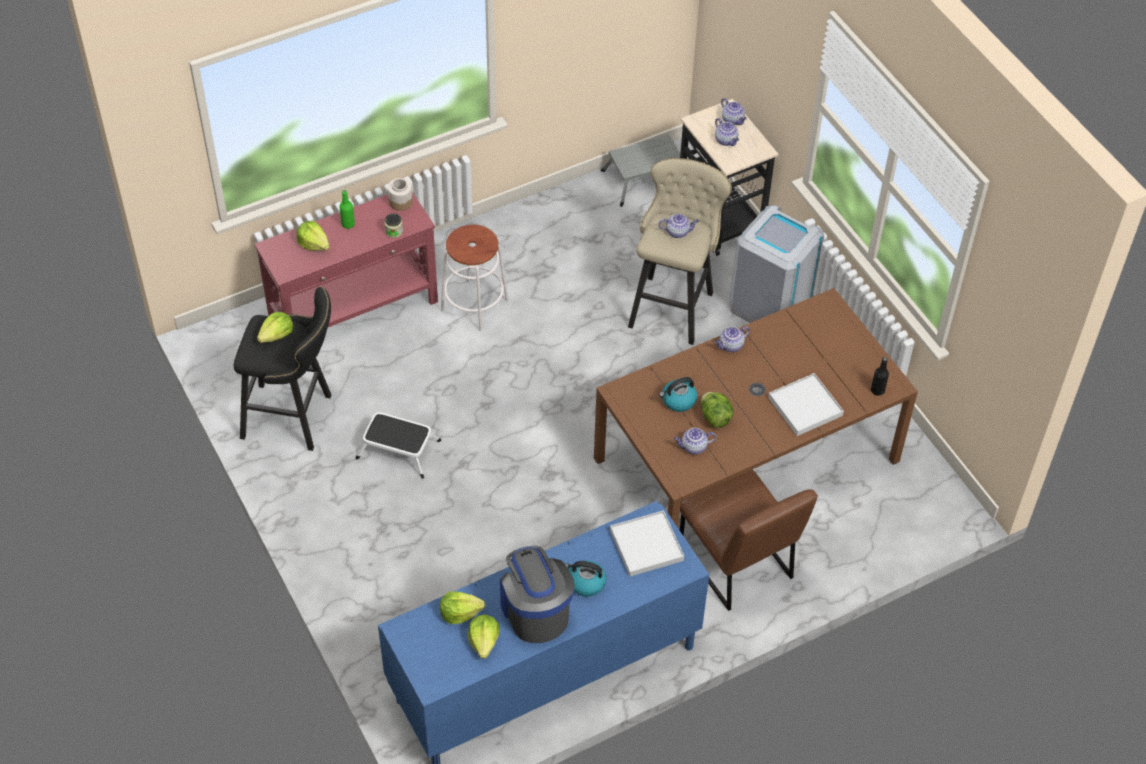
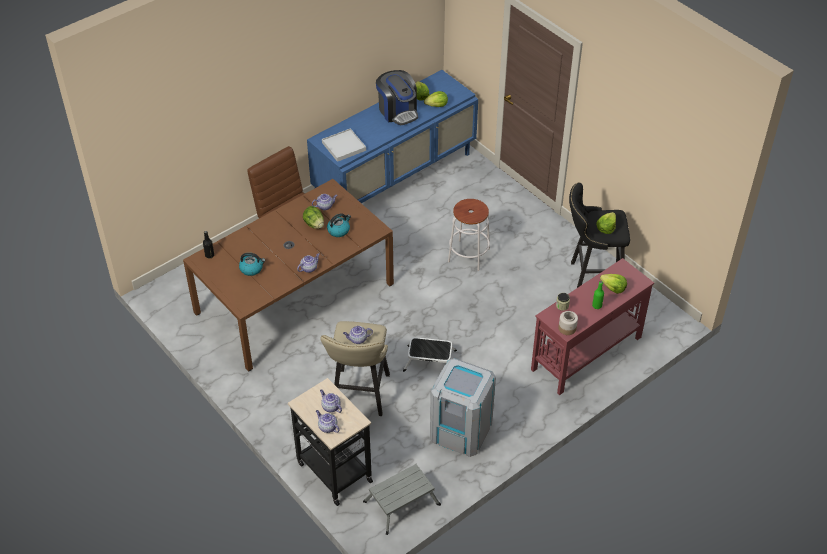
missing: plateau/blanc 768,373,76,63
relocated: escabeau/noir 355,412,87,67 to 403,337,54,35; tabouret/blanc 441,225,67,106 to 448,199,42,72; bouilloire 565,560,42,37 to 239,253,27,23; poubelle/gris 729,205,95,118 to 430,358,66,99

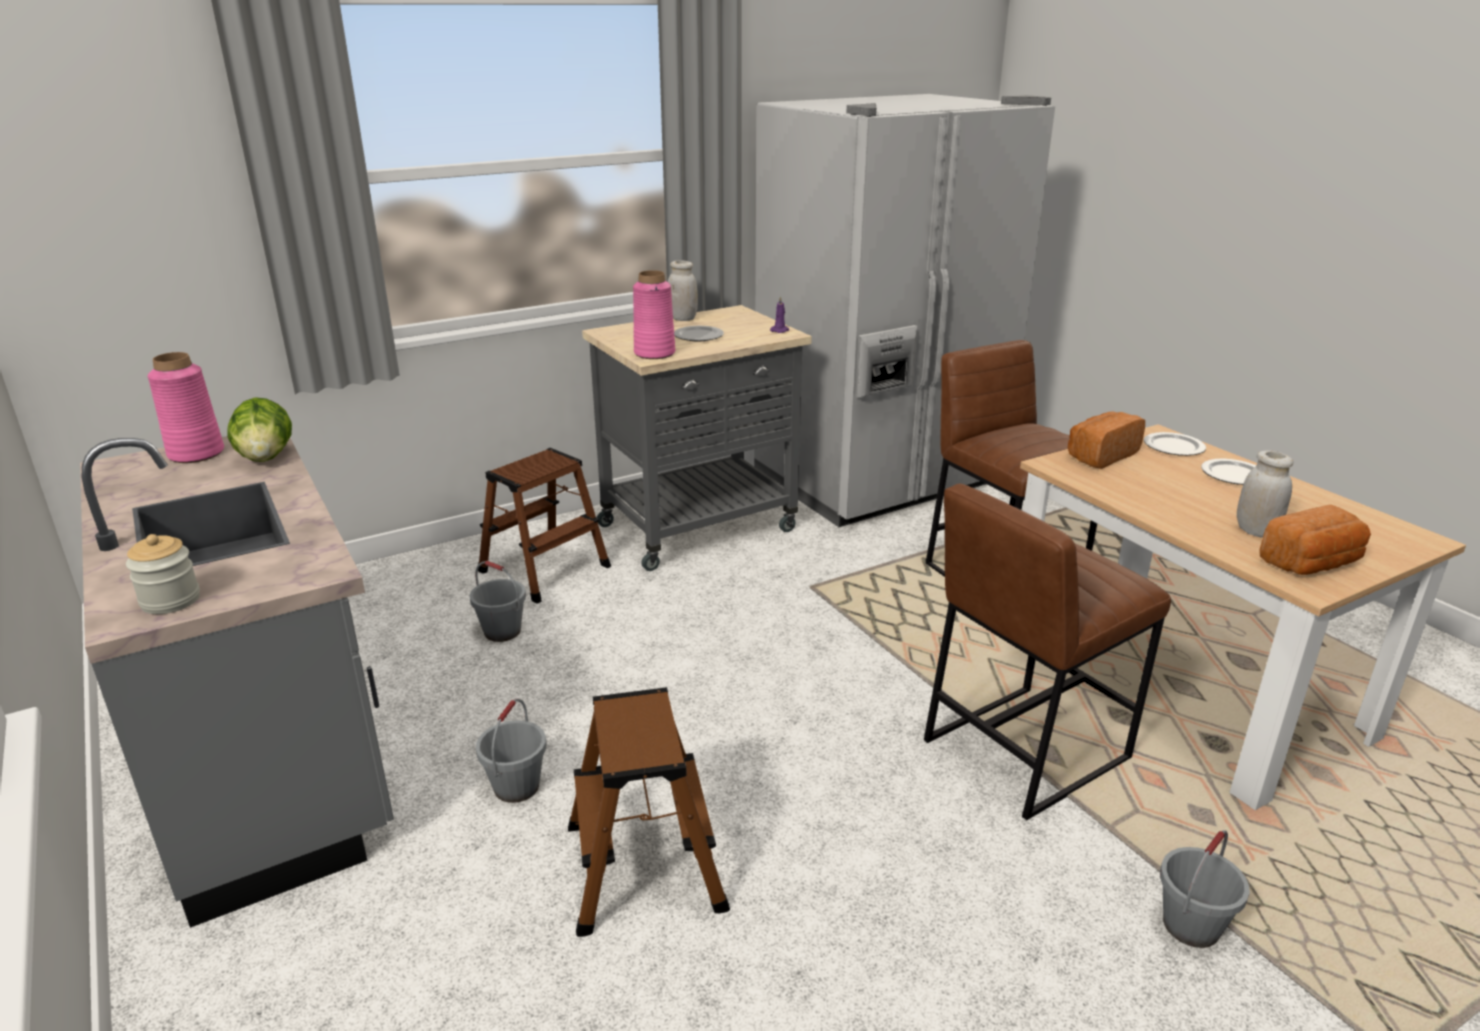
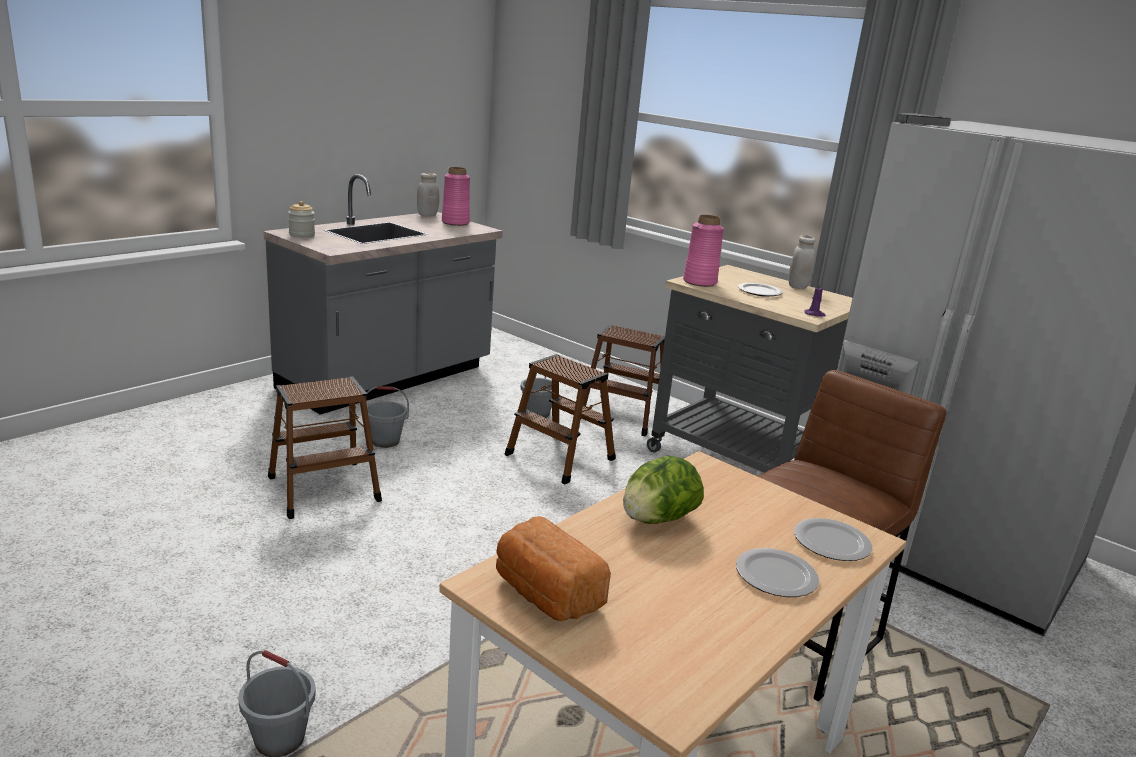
missing: chaise/marron 924,484,247,336; pain 1068,411,77,58
appeared: escabeau/marron 504,354,112,130
relocated: laitue 227,397,65,65 to 623,456,81,68; bocal/blanc 1237,450,56,88 to 417,173,22,44

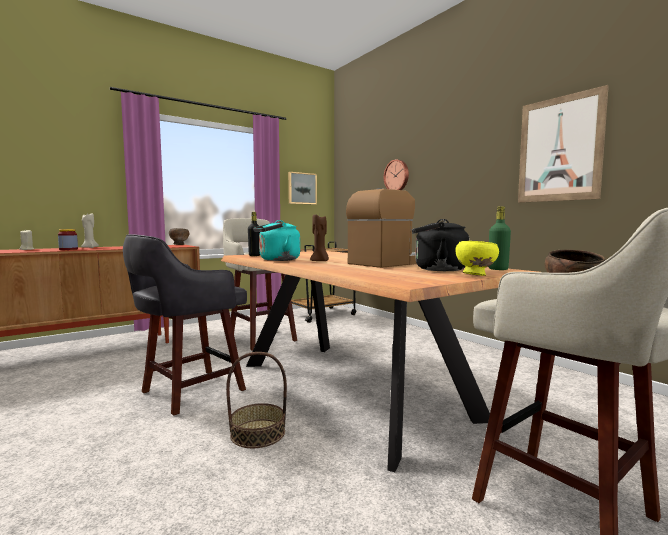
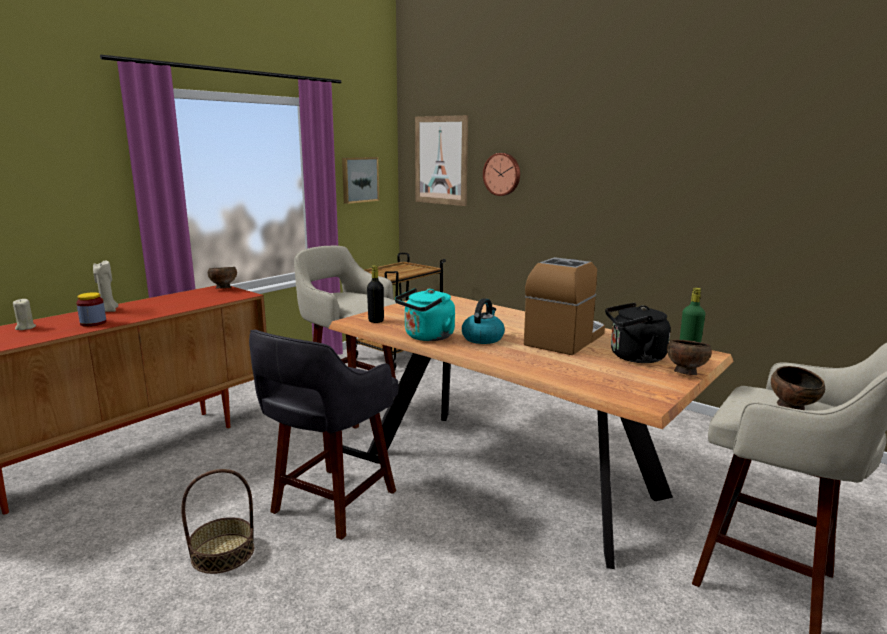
relocated: panier 226,352,61,96 to 181,469,73,105; tableau 518,85,91,118 to 415,115,53,91
exchanged: bougie/marron 310,215,19,46 to bouilloire 462,298,43,46
colour: bol/jaune 455,241,44,35 to bol/marron 667,339,45,36

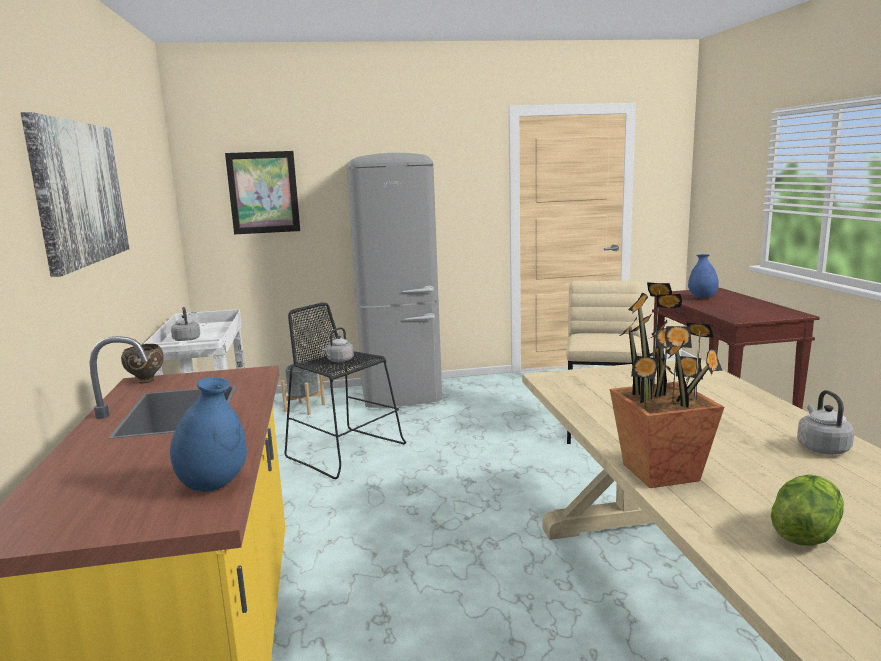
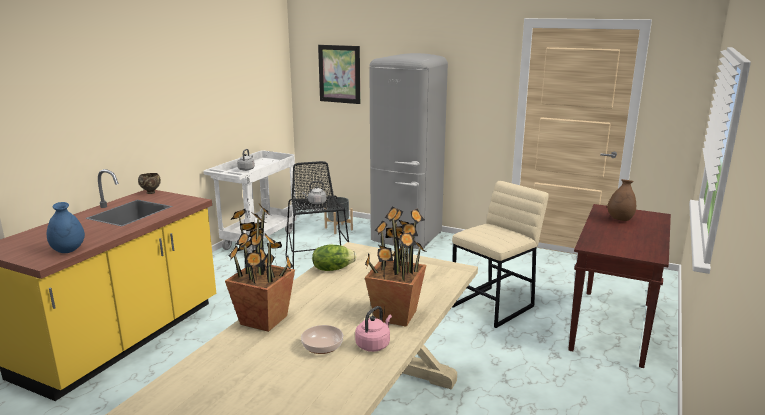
missing: tableau 20,112,109,165
appeared: bol 301,325,42,29; plante en pot 365,206,61,121
relocated: laitue 771,474,73,72 to 312,244,44,27
colour: vase/bleu 688,254,31,44 to vase/marron 607,179,29,42; bouilloire/gris 797,390,57,65 to bouilloire/rose 355,306,37,46

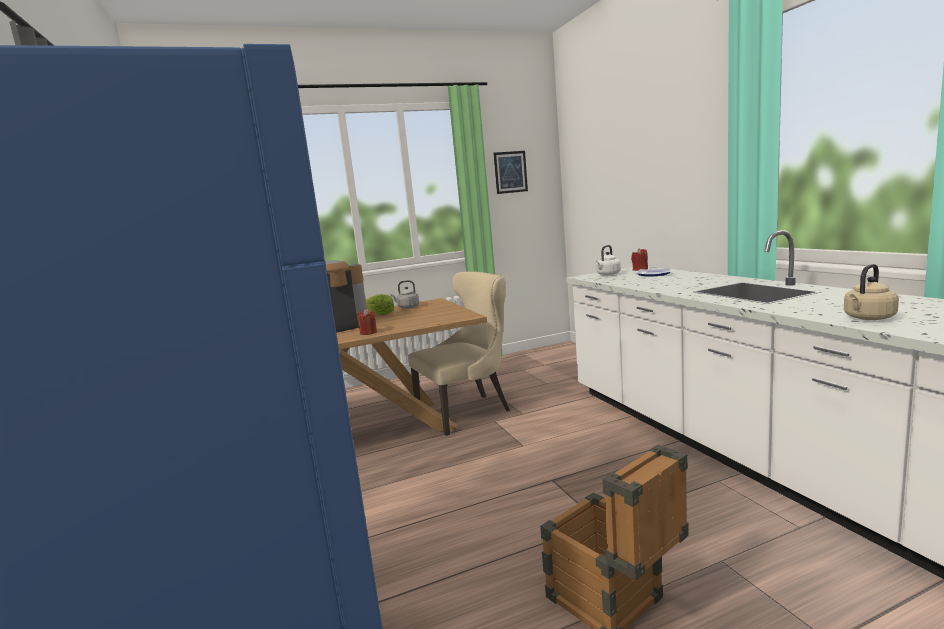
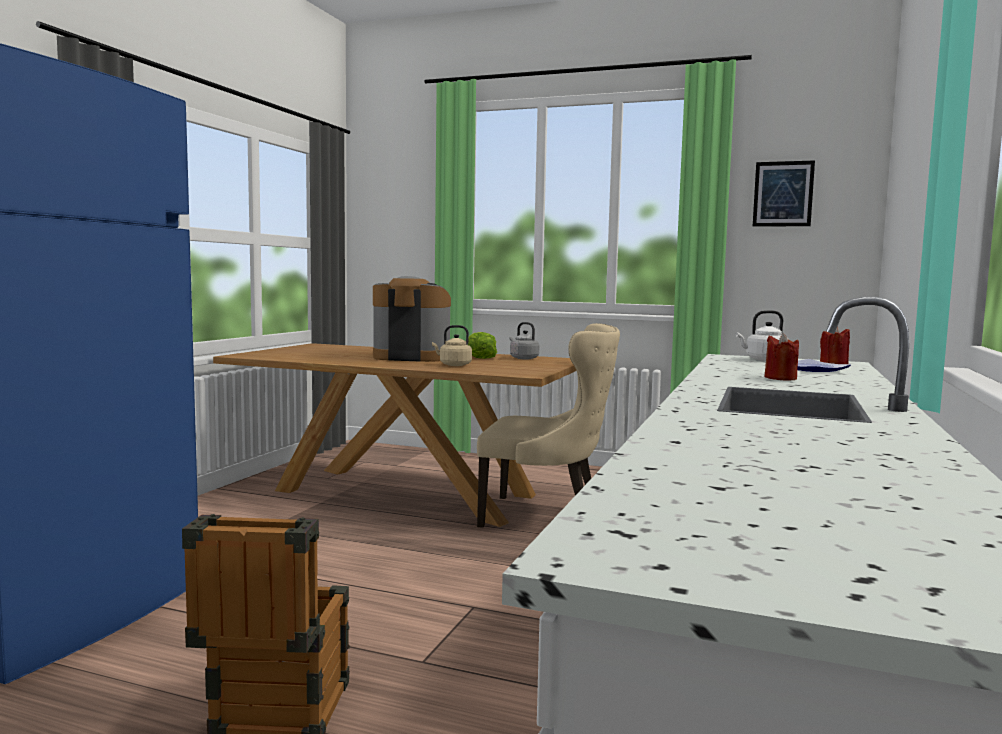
relocated: bougie/rouge 358,309,19,26 to 764,333,35,47; bouilloire/beige 844,264,55,56 to 432,325,40,41

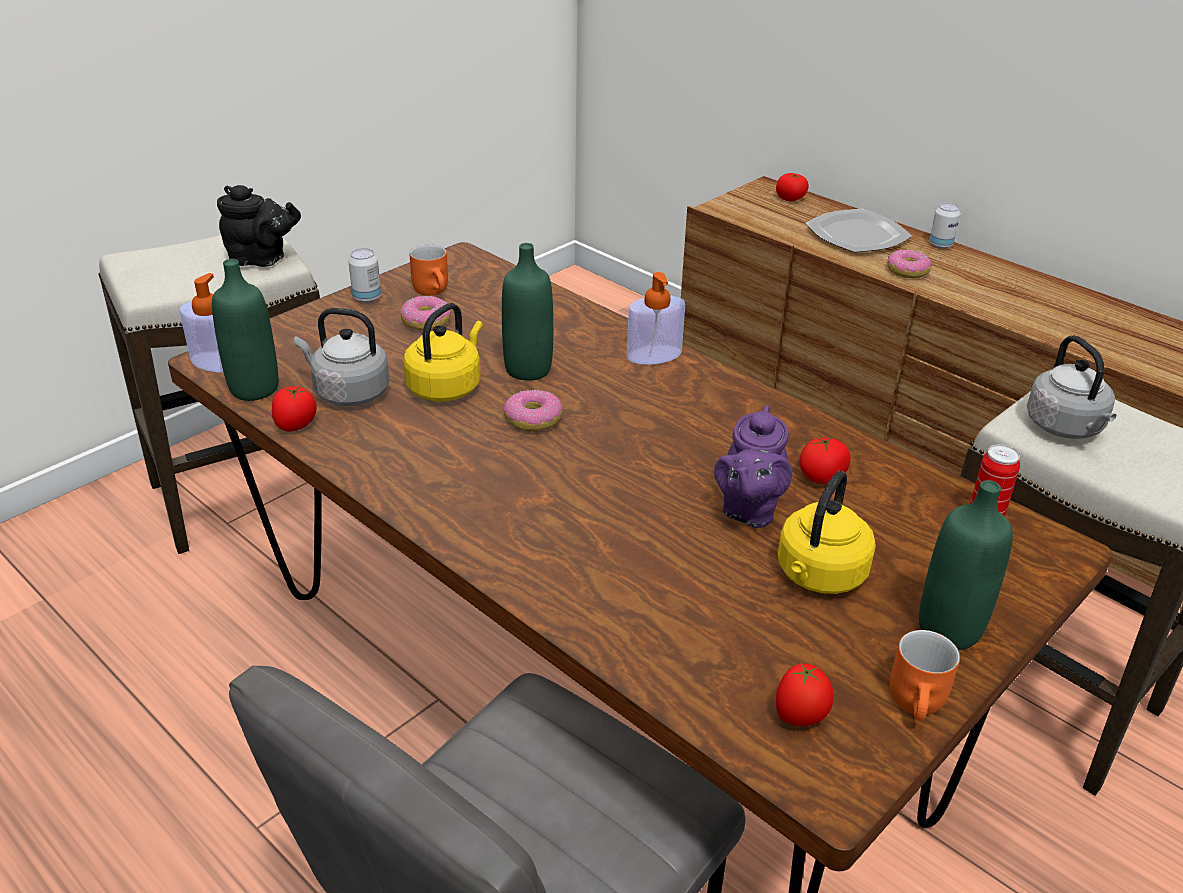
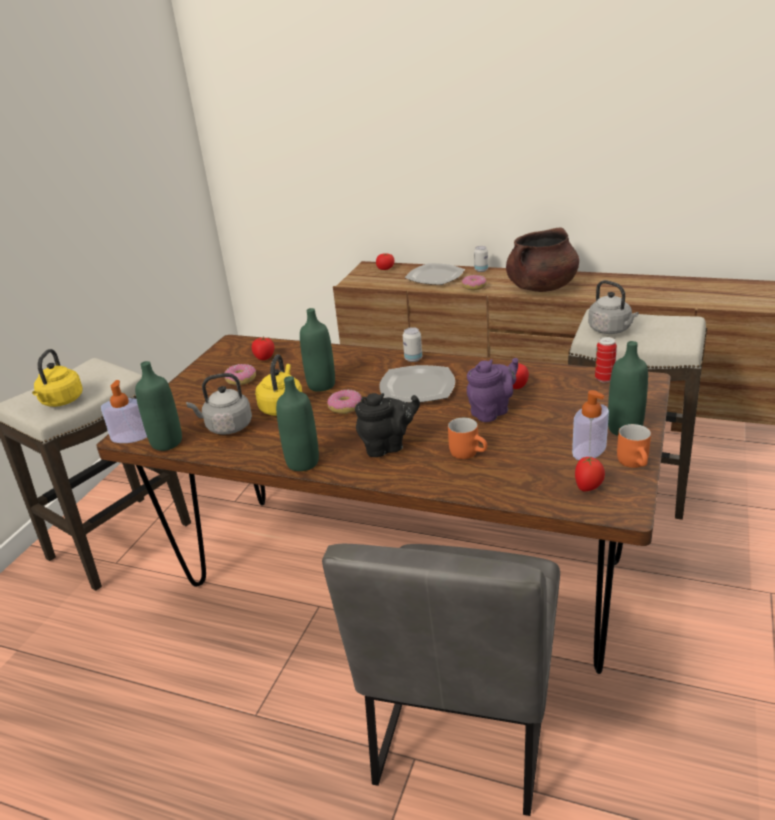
appeared: bouteille/vert 276,376,43,95; assiette 379,365,76,38; marmite/marron 506,228,73,64
relocated: théière/noir 217,185,84,82 to 355,393,65,64; tomate 272,386,45,46 to 252,337,22,23; boîte métallique 348,248,33,55 to 403,327,19,35; mug/orange 409,244,39,52 to 448,418,39,41; distributeur de savon 627,272,58,93 to 572,390,37,70; bouilloire/jaune 778,471,98,123 to 32,349,51,58
spun: théière/violet 714,405,78,123 = 467,358,51,64 120 degrees counterclockwise

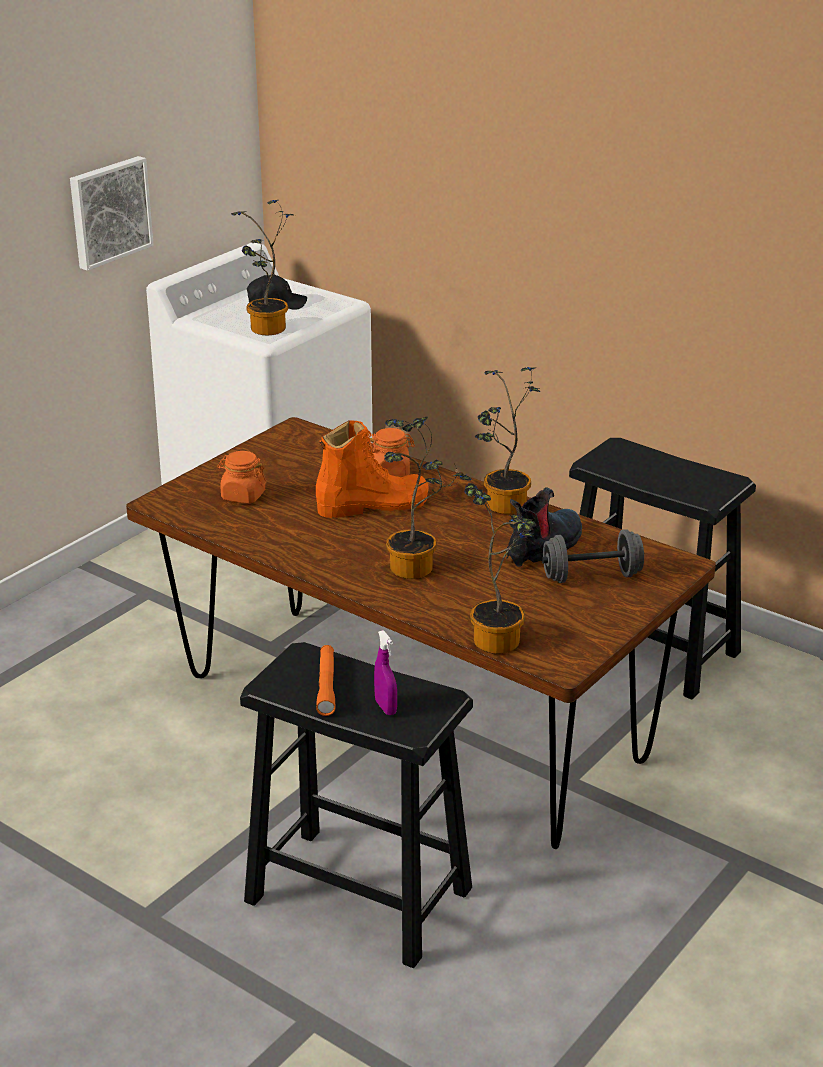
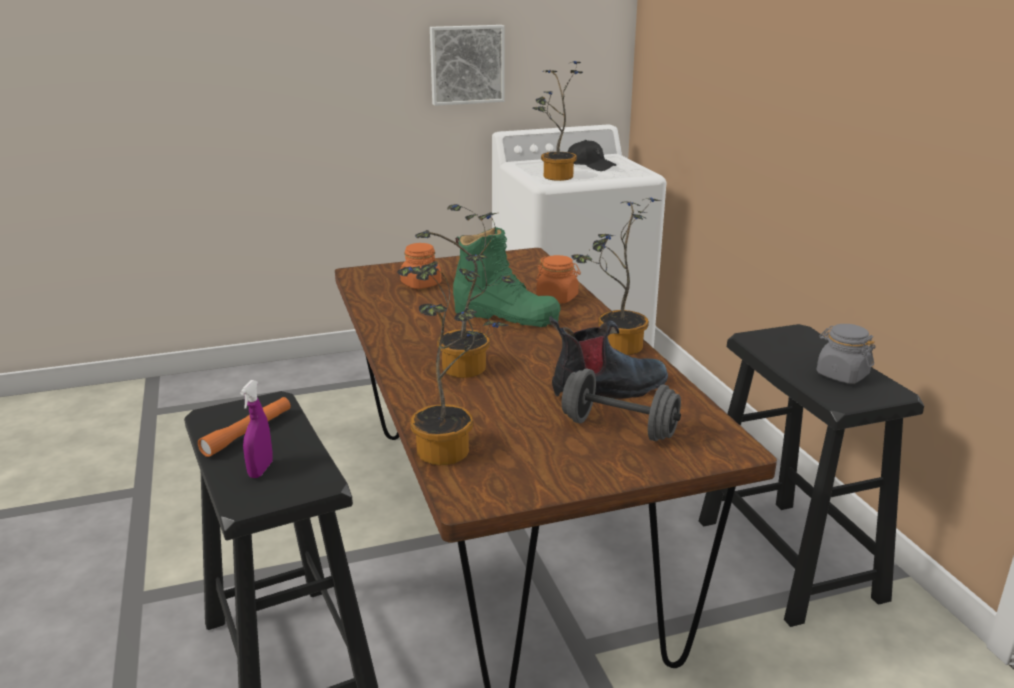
appeared: bocal/gris 817,324,59,60
colour: botte/orange 316,420,113,98 to botte/vert 453,227,108,100

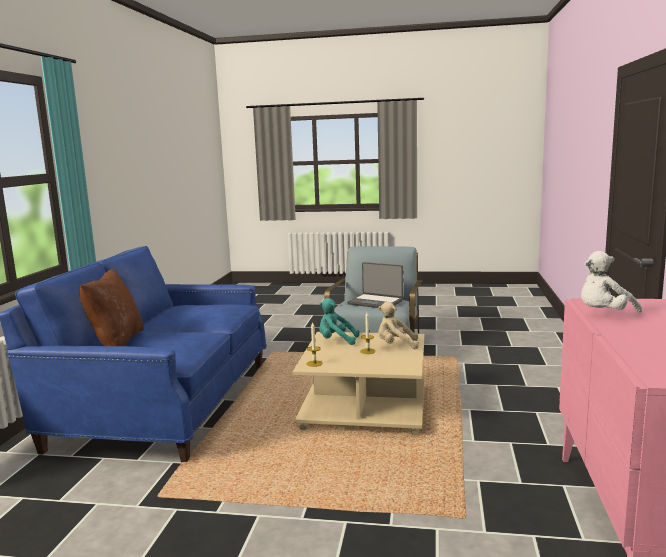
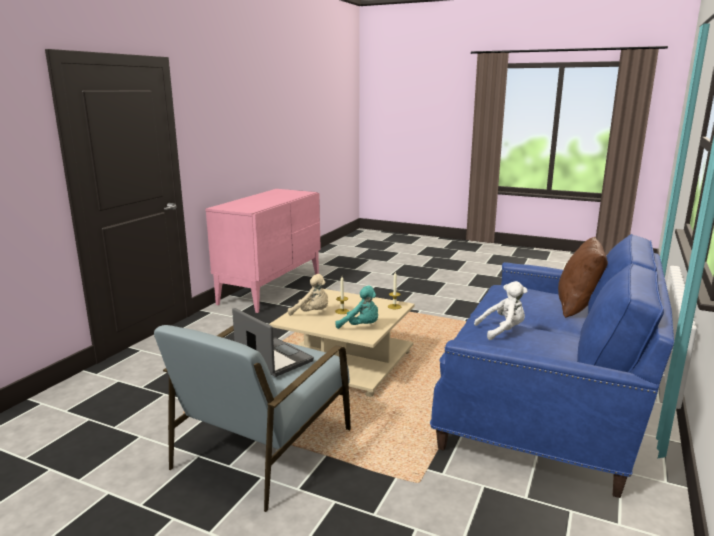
relocated: peluche/blanc 581,251,61,62 to 474,281,53,59

